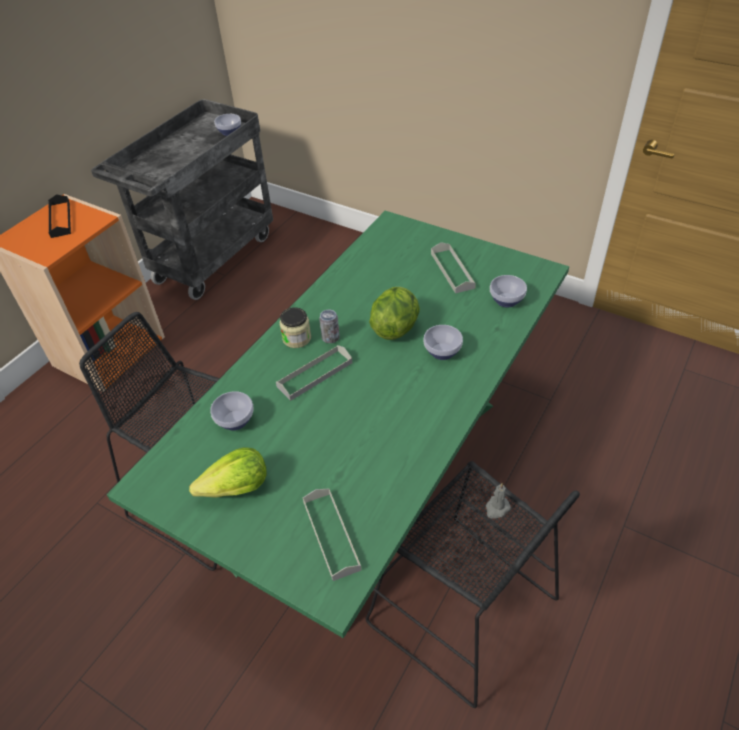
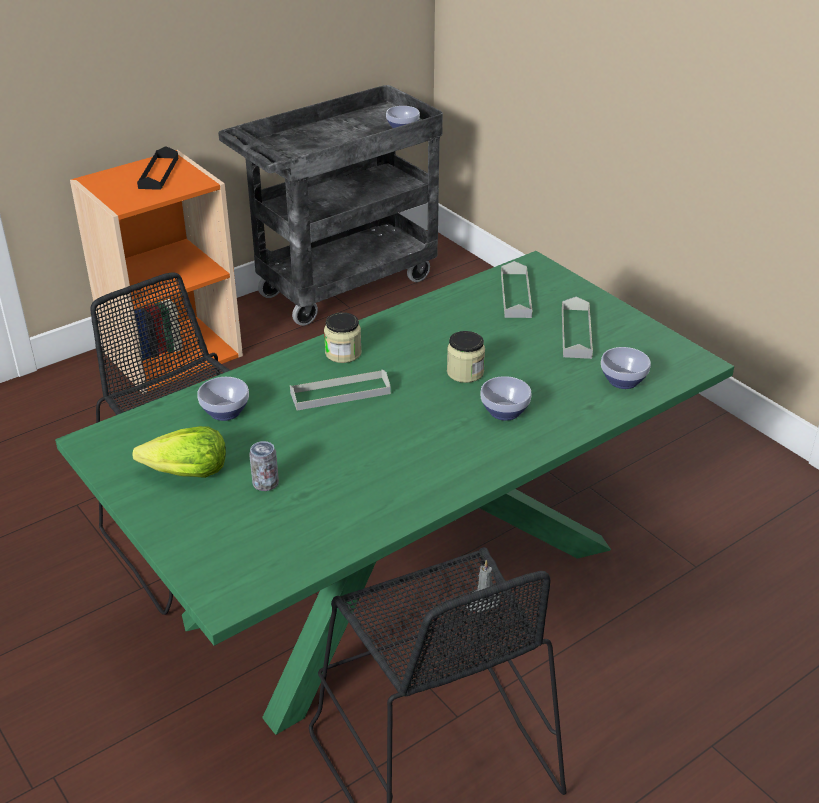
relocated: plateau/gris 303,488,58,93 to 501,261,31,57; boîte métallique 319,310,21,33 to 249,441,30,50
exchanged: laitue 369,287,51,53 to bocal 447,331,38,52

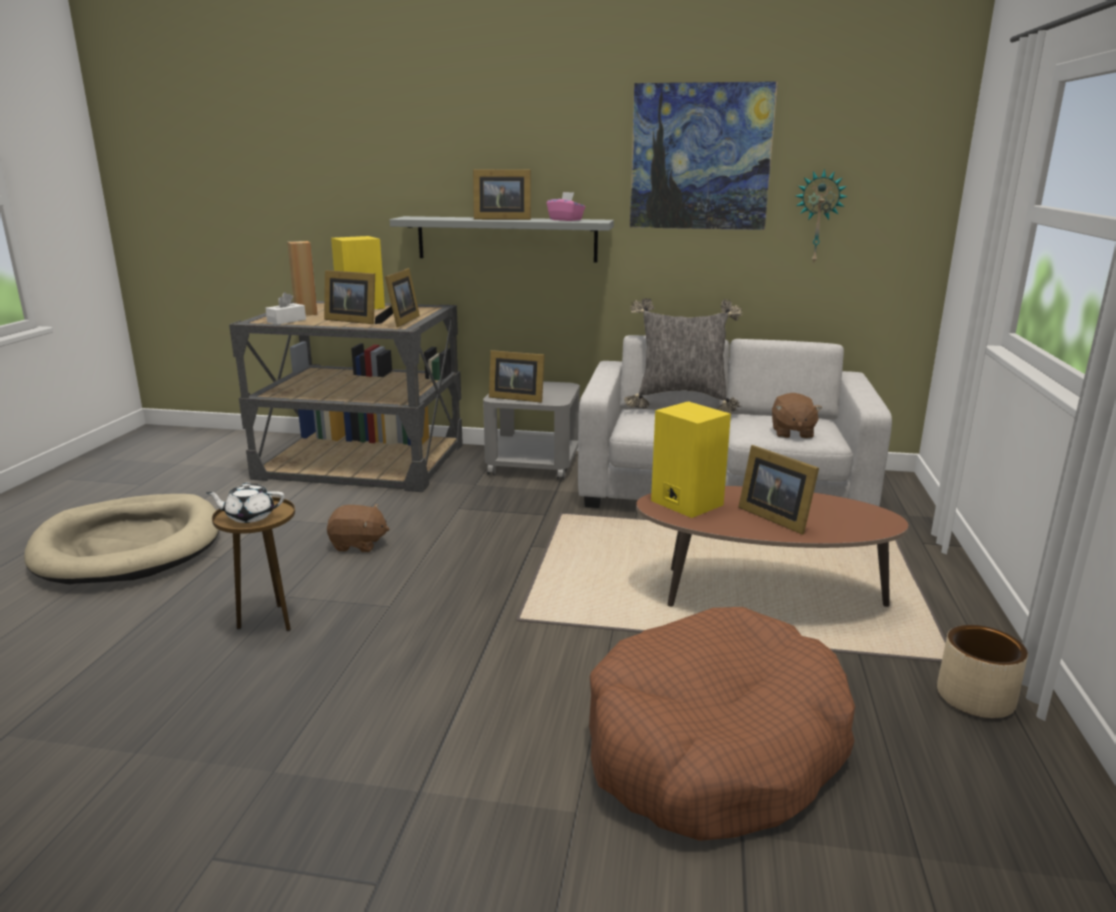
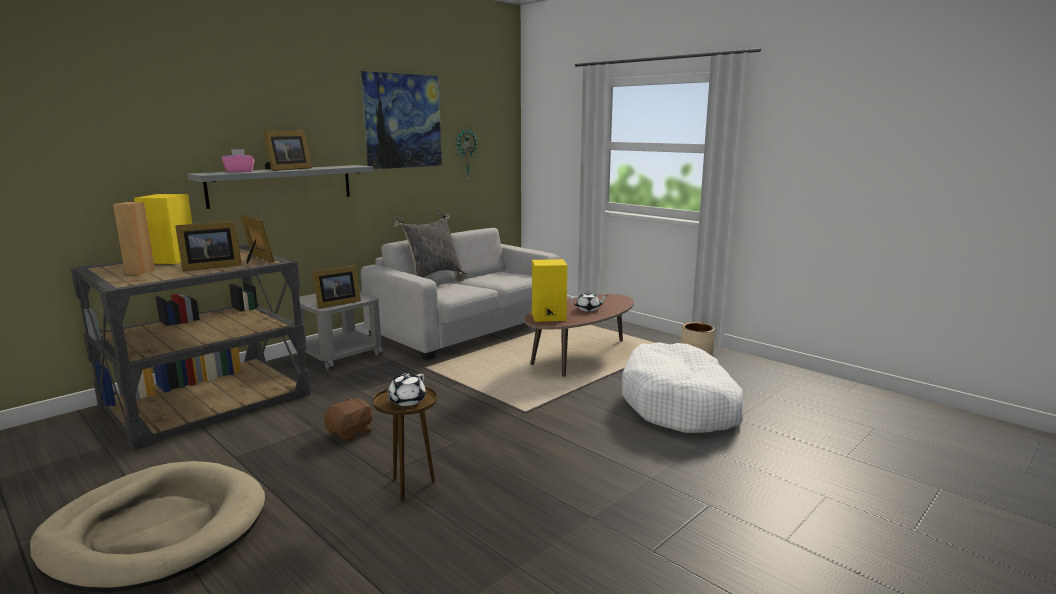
missing: boîte à mouchoirs/blanc 265,292,41,33; peluche/marron 772,393,50,46
relocated: boîte à mouchoirs/rose 547,192,38,29 to 222,149,33,23
exchanged: cadre photo 738,445,81,90 to théière/blanc 571,291,37,20
colour: panier pour chien/marron 589,607,266,234 to panier pour chien/blanc 622,342,121,91

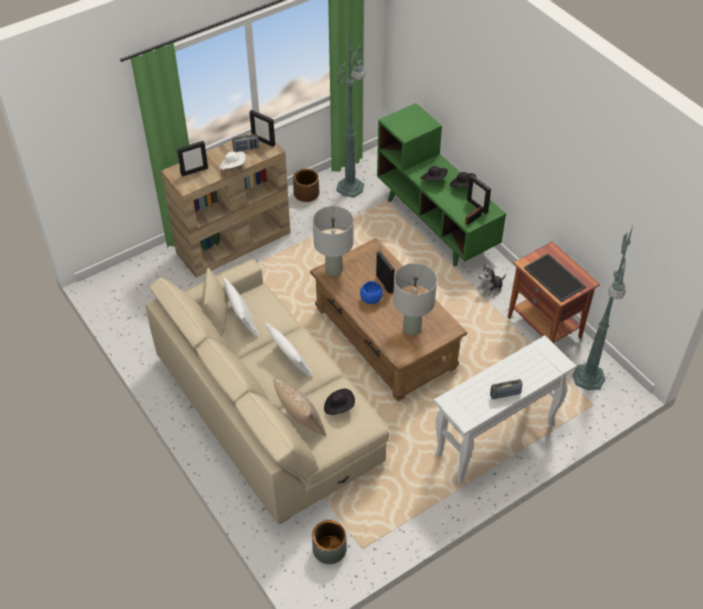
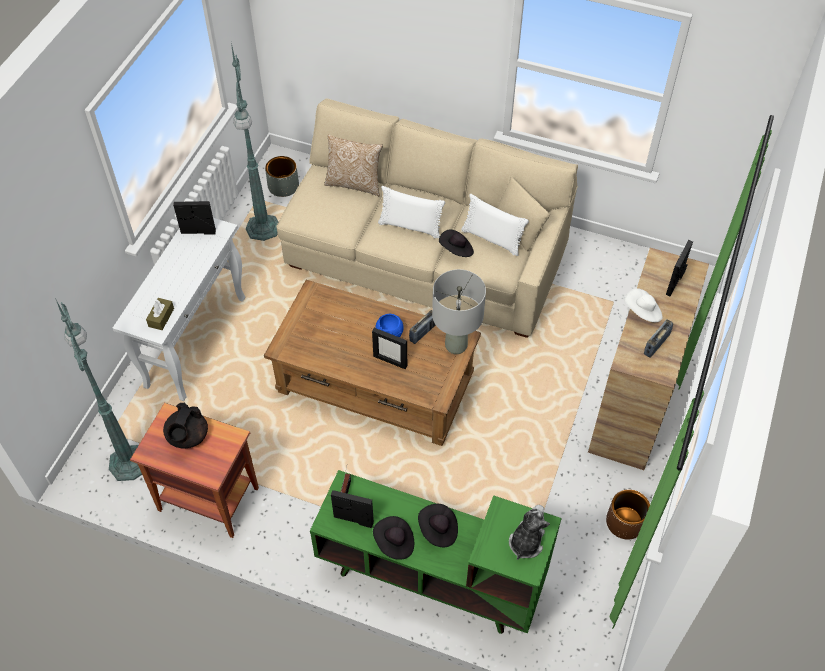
missing: lampe de table/gris 393,263,44,72
appeared: boîte à mouchoirs/marron 146,298,28,32
relocated: cadre photo 249,110,26,37 to 173,201,43,34; chapeau/noir 324,389,31,26 to 439,229,35,28; lampadaire/vert 336,37,30,160 to 231,43,47,198; peluche 477,264,29,34 to 509,505,41,55; radio 490,379,32,20 to 409,310,26,34
exchanged: plateau 524,253,62,49 to théière/noir 163,403,45,45

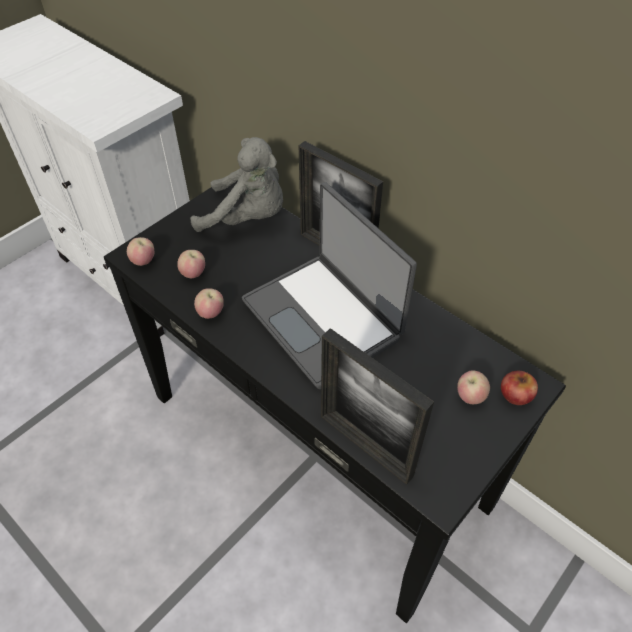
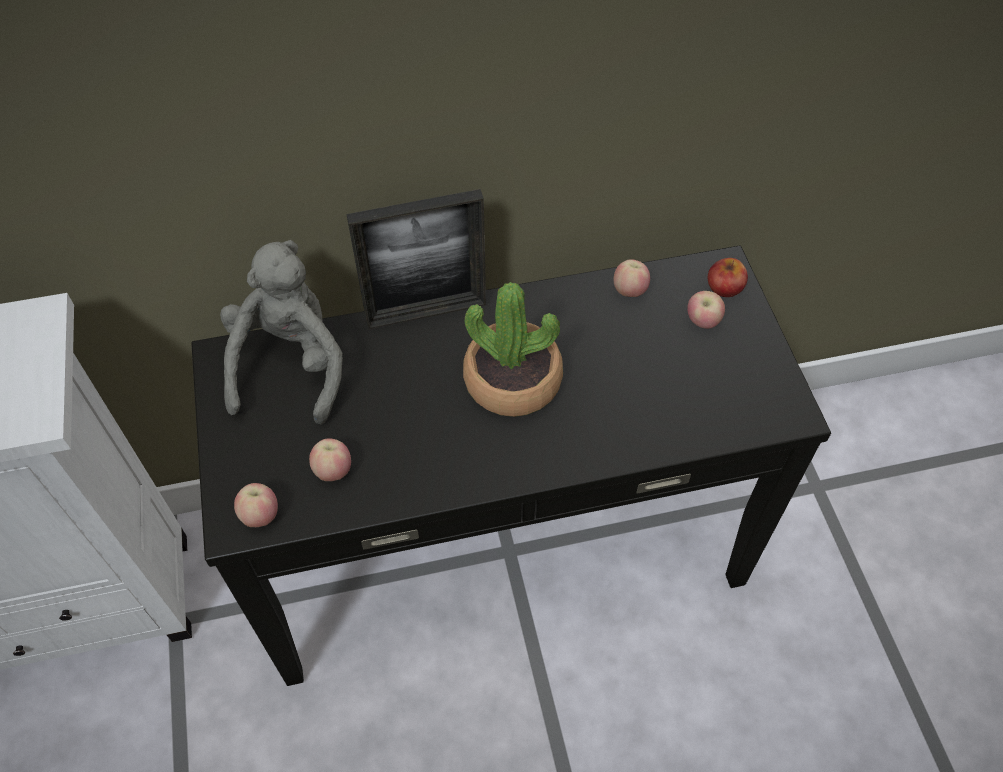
missing: cadre photo 321,328,113,157
relocated: pomme 194,288,30,31 to 614,259,36,38
exchanged: ordinateur portable 242,182,175,207 to plante en pot 463,282,100,135
spun: peluche/gris 190,137,93,95 = 220,240,123,185 45 degrees counterclockwise

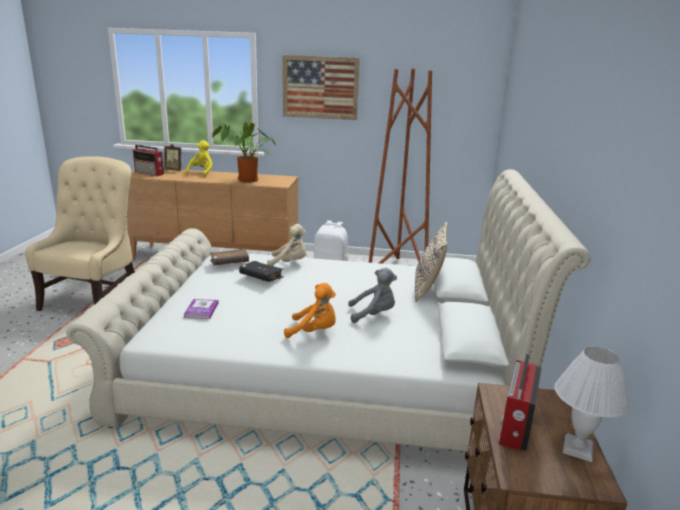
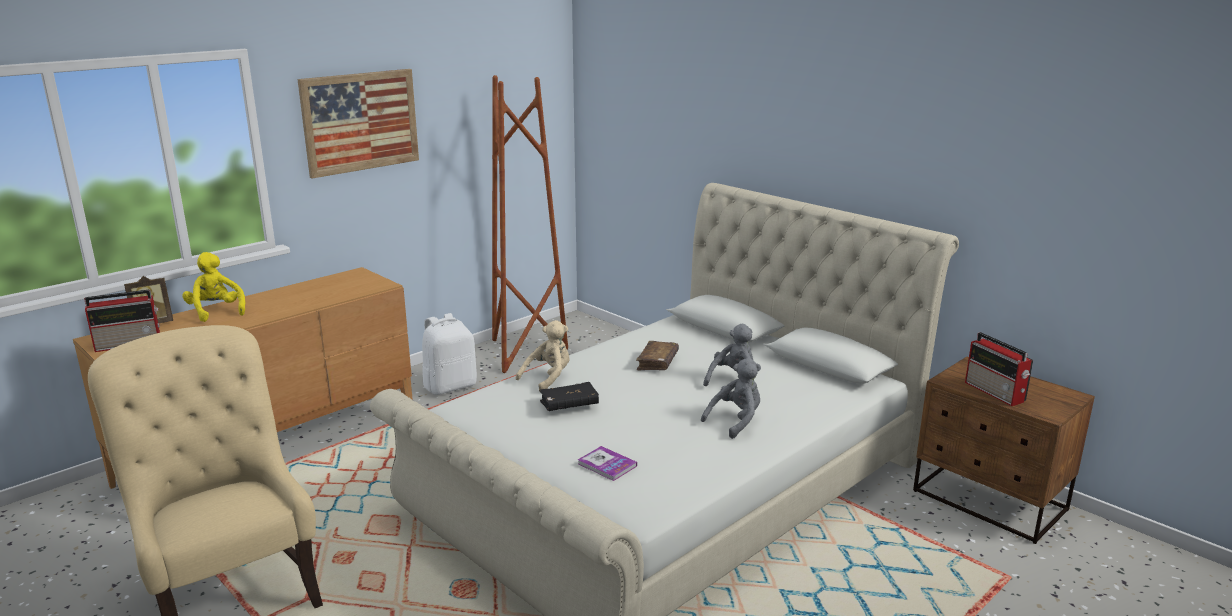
missing: plante en pot 212,122,64,60; coussin/beige 415,222,33,80; lampe de table/blanc 555,346,75,116
relocated: livre/marron 210,249,39,16 to 636,341,43,29
colour: peluche/orange 284,283,52,55 to peluche/gris 701,358,60,81

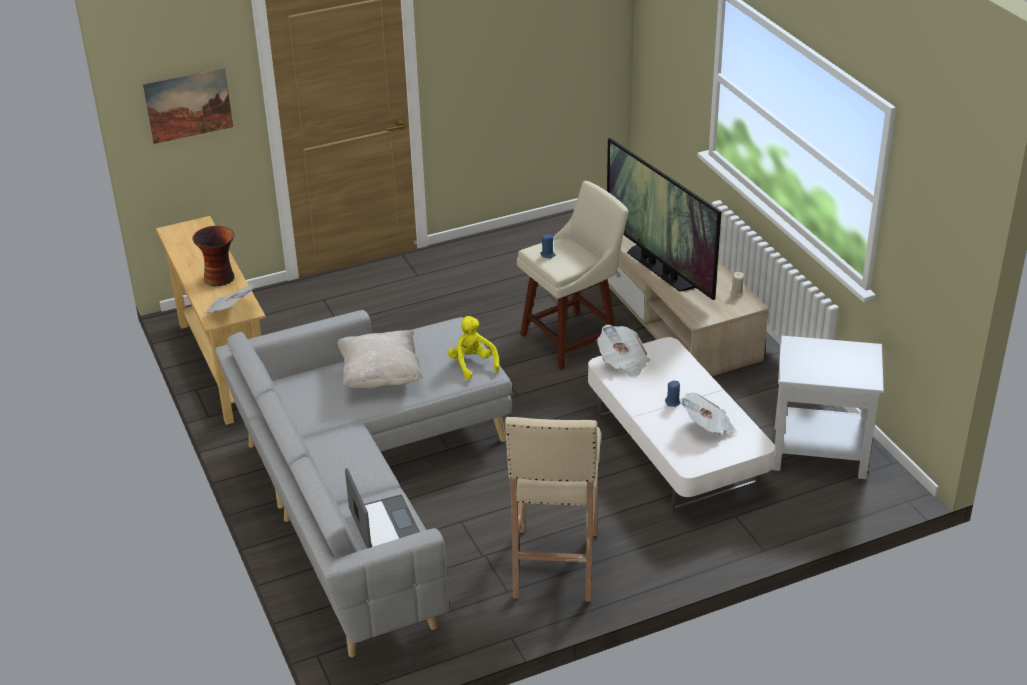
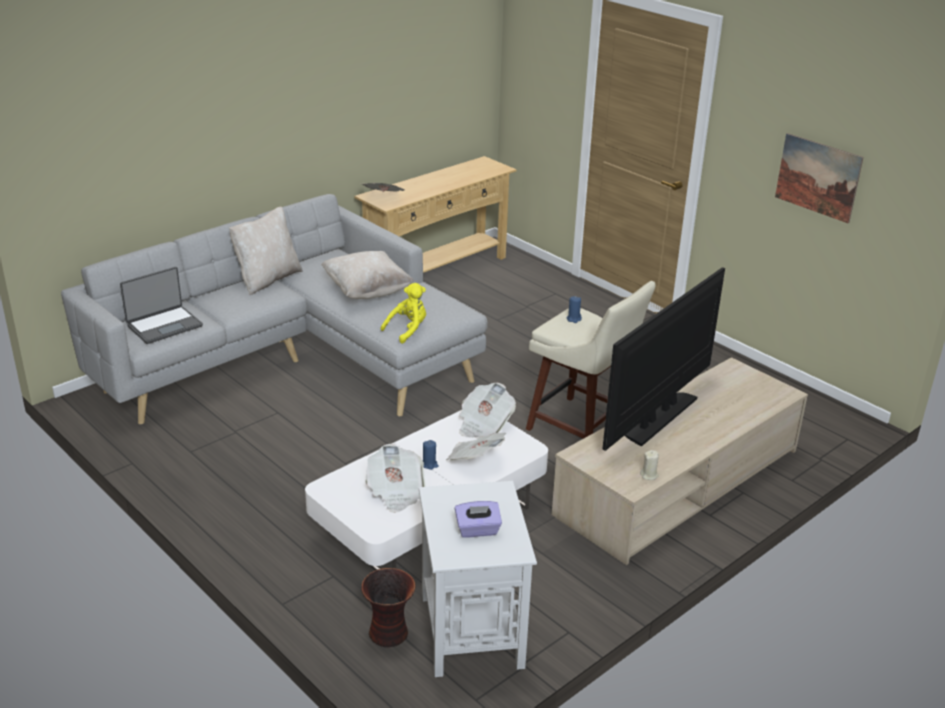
missing: tabouret/beige 505,417,96,185
appeared: coussin/beige 229,206,74,89; journal 446,433,60,28; boîte à mouchoirs/violet 455,501,47,37
relocated: tableau 143,67,90,77 to 775,133,88,90; vase 193,226,42,60 to 361,568,55,80

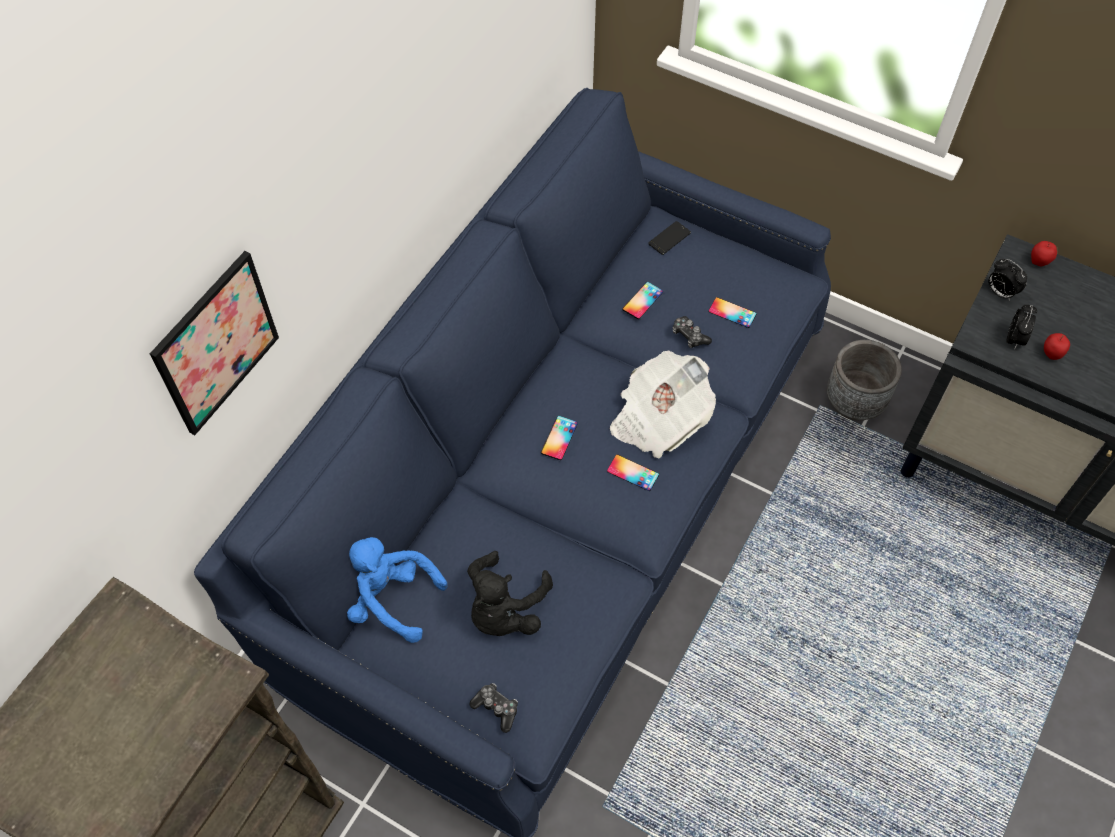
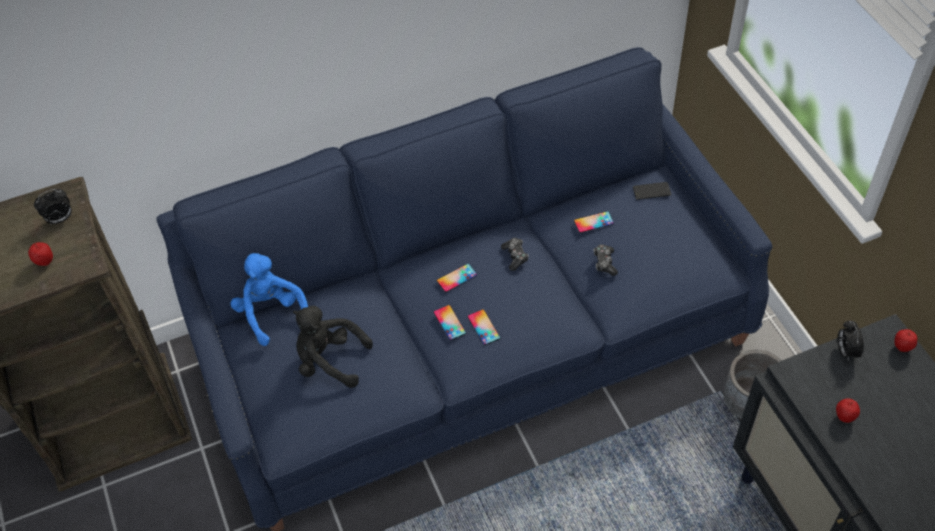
missing: tableau 150,251,129,184; journal 610,350,106,109
appeared: pomme 28,242,25,24
relocated: manette 470,683,48,50 to 501,238,28,33; téléphone 709,297,48,31 to 434,305,32,36; réveil 1006,305,31,43 to 34,189,38,35
spun: peluche/noir 467,551,86,85 = 293,306,80,82 45 degrees clockwise

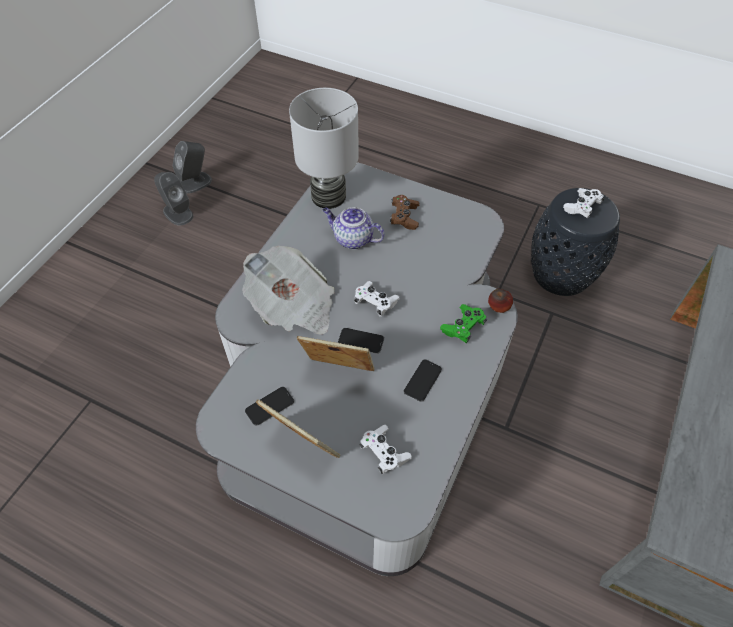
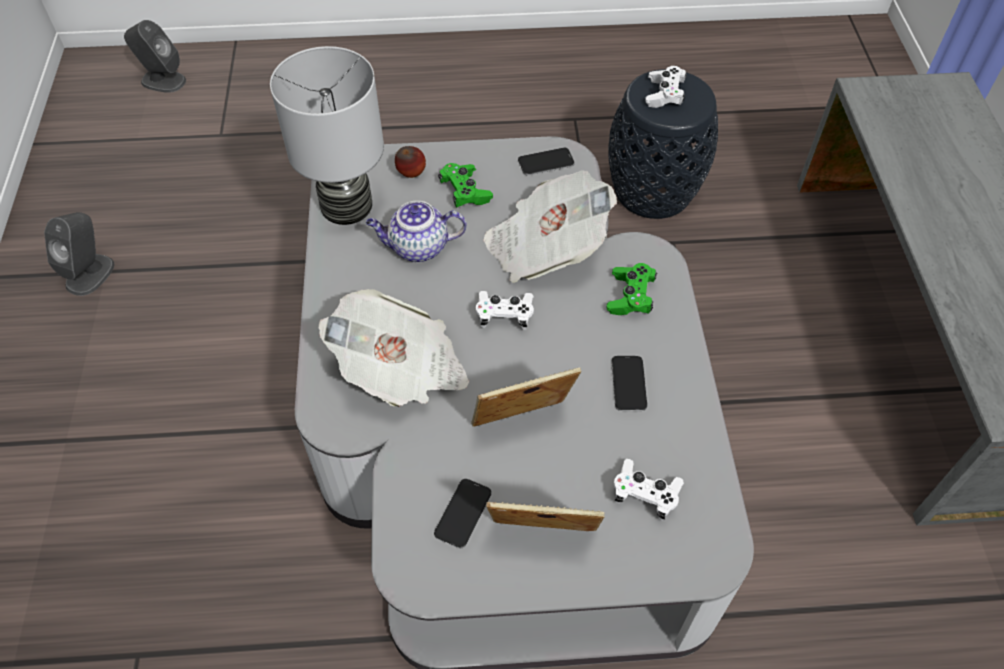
appeared: journal 483,171,134,112
relocated: enceinte/gris 154,172,39,54 to 124,20,62,73; téléphone 338,328,46,26 to 518,148,57,27; pomme 488,289,25,24 to 395,146,31,32
colour: manette/marron 390,195,29,35 to manette/vert 438,163,55,44

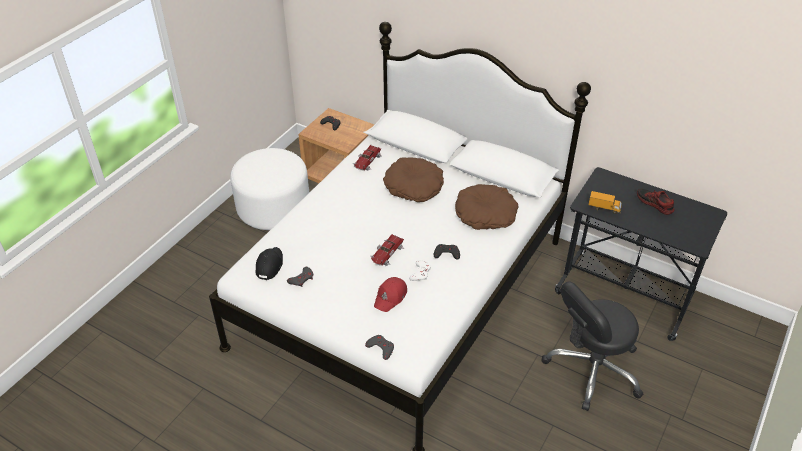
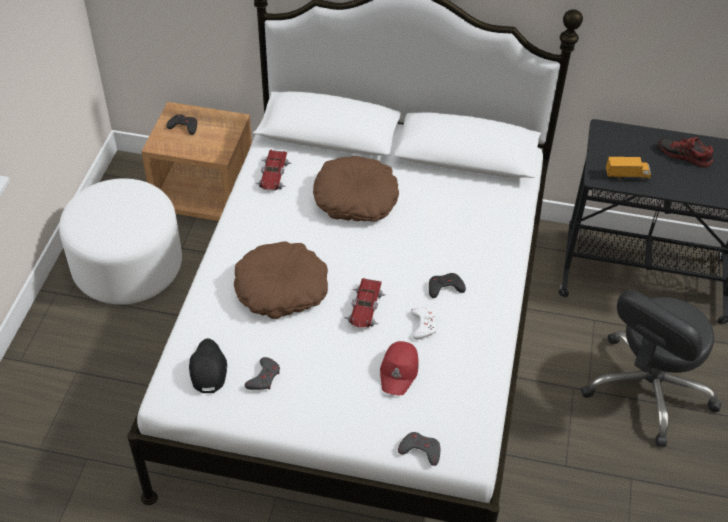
relocated: coussin/marron 455,184,63,46 to 234,241,94,78

